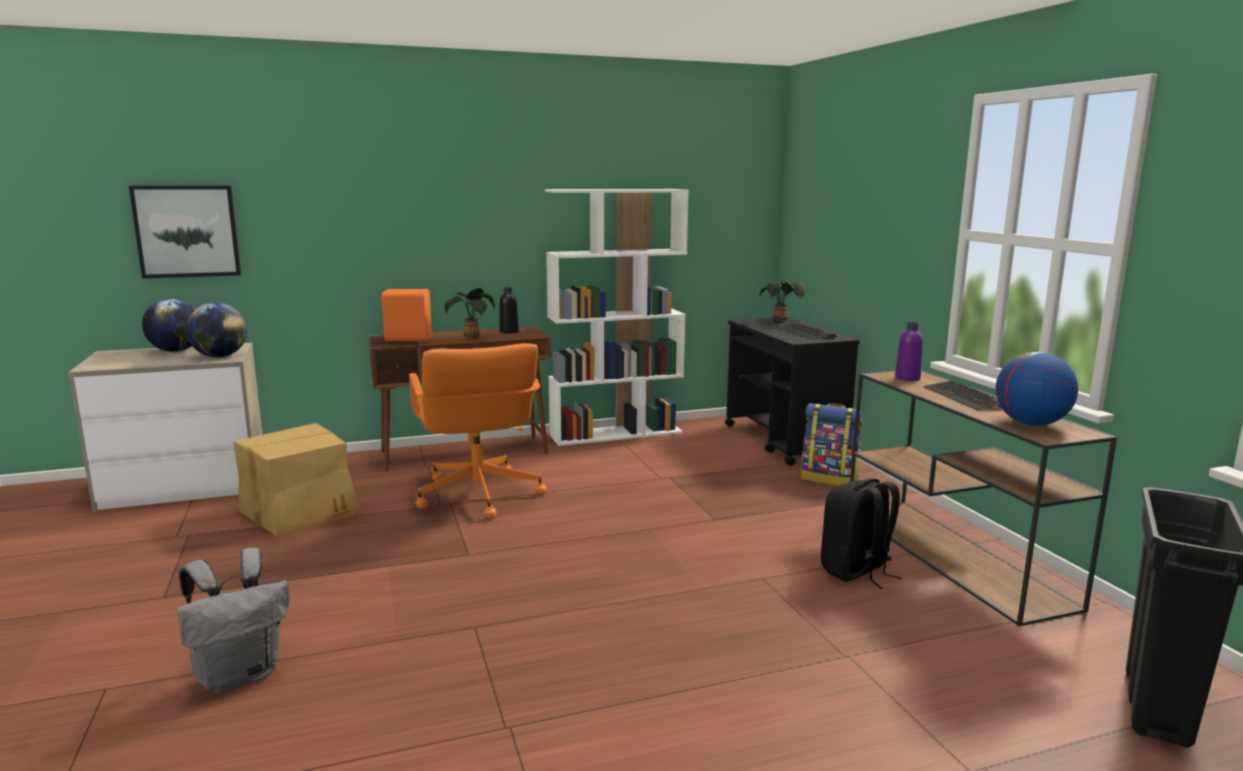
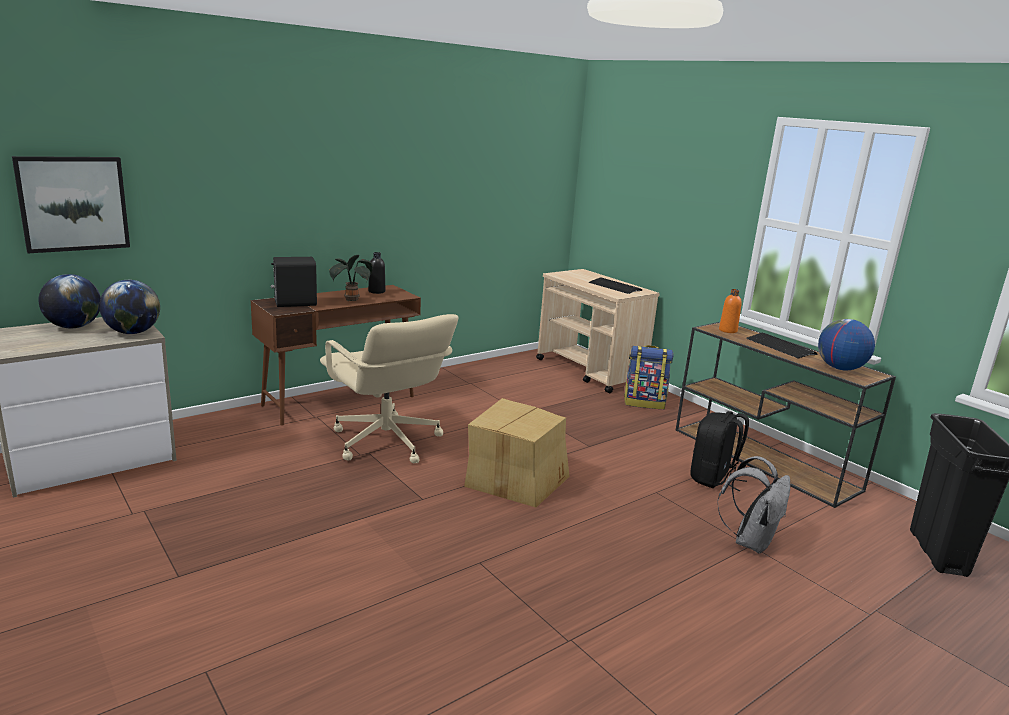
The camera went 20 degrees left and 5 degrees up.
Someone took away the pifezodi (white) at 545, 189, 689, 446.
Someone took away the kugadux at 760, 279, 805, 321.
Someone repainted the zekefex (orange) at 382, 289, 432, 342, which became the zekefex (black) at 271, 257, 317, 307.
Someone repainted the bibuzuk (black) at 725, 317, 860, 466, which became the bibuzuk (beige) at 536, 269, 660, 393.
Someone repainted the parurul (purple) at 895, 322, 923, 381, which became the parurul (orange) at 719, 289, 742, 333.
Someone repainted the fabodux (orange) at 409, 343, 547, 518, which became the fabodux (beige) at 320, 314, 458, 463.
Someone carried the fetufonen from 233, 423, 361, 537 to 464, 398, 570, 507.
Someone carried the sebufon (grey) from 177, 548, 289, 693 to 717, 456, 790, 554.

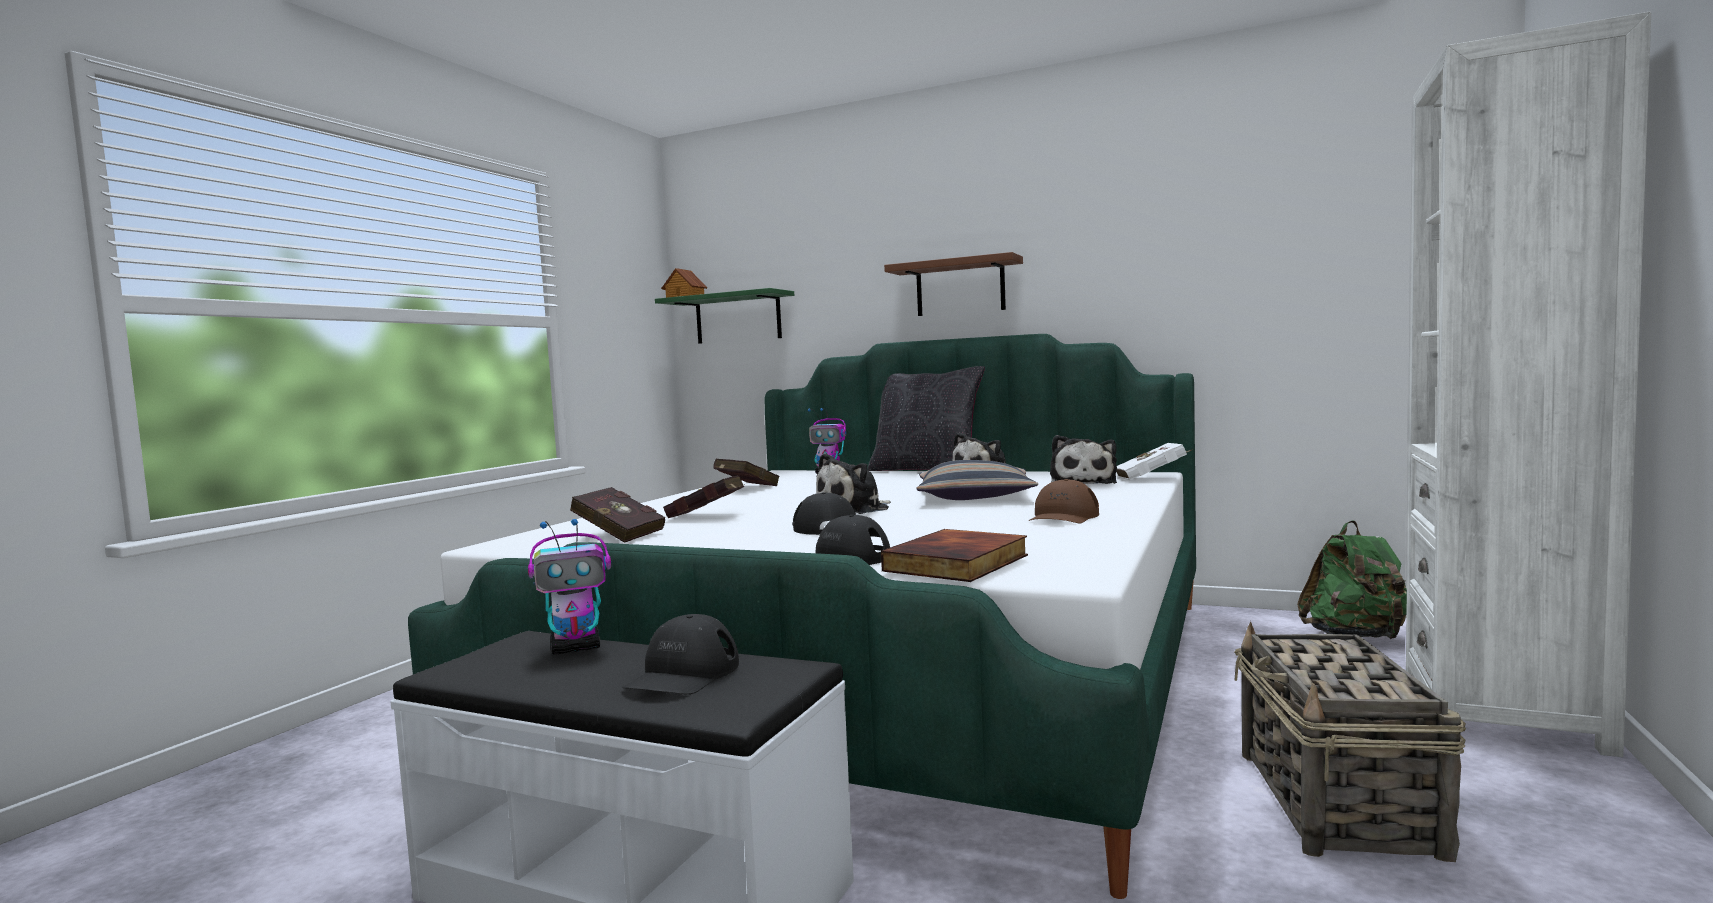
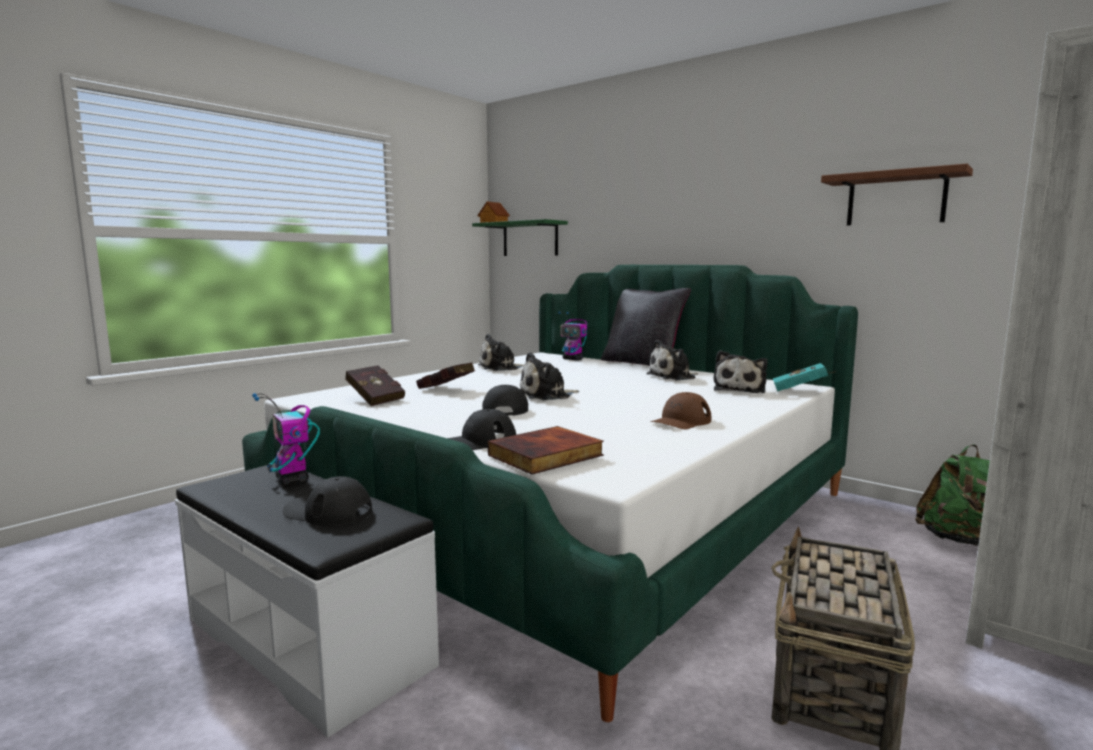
The camera went 15 degrees right and 5 degrees up.
Someone carried the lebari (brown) from 884, 252, 1023, 316 to 821, 164, 973, 225.
Someone repainted the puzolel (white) at 1116, 443, 1193, 480, which became the puzolel (turquoise) at 773, 363, 836, 391.
Someone swapped the puzolel (red) at 713, 459, 780, 486 for the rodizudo at 478, 334, 524, 371.
Someone took away the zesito at 917, 460, 1038, 500.
Someone rotated the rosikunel at 528, 519, 611, 655 by 60 degrees clockwise.
Someone rotated the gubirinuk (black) at 622, 614, 739, 694 by 75 degrees clockwise.

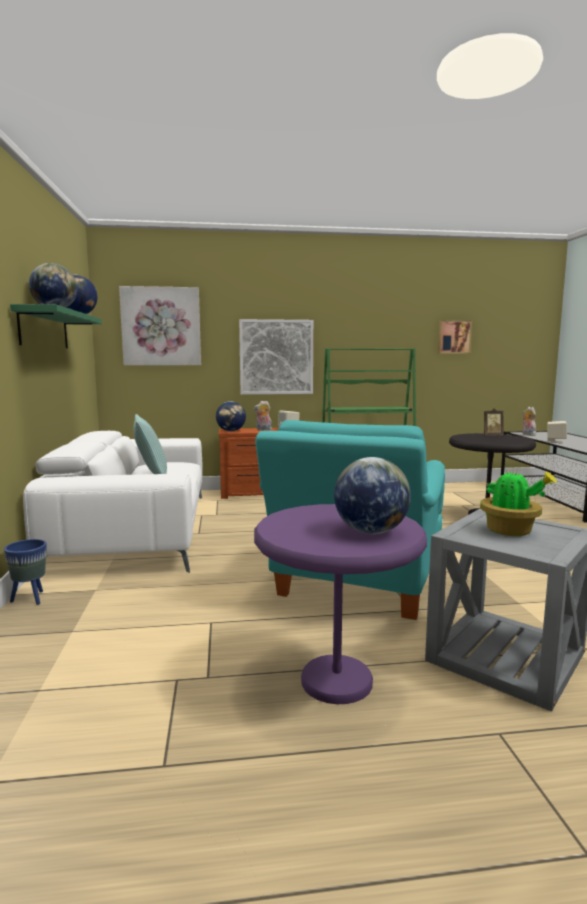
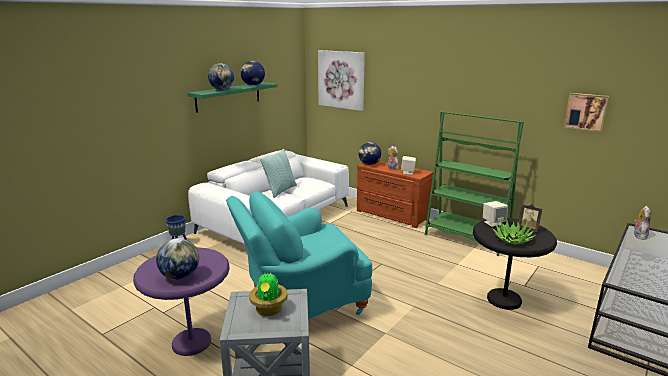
The camera went 45 degrees right and 10 degrees up.
Someone took away the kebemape at 239, 319, 313, 395.
Someone carried the zekefex (beige) from 547, 421, 567, 443 to 483, 201, 508, 227.
Someone put down the kugadux at 492, 220, 536, 245.

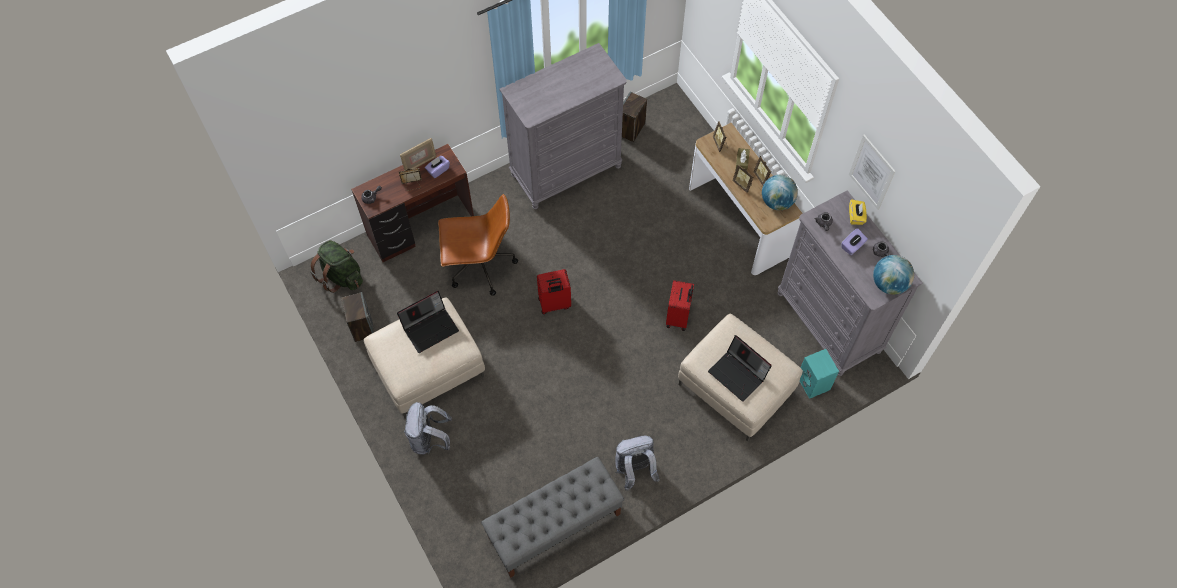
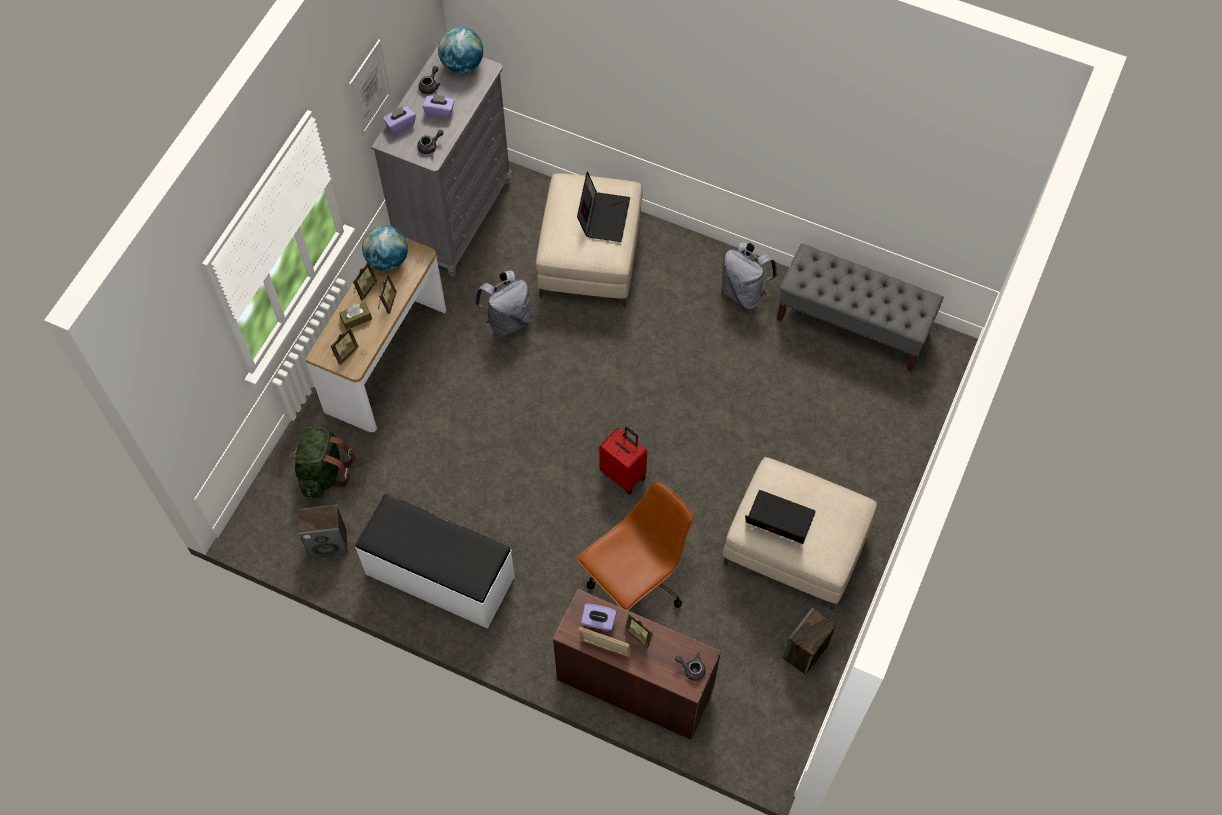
The camera went 125 degrees left and 0 degrees up.
Someone swapped the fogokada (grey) at 499, 43, 627, 210 for the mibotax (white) at 355, 494, 515, 629.
Someone rotated the fabodux (brown) at 438, 194, 518, 296 by 90 degrees clockwise.
Someone repainted the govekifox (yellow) at 849, 200, 867, 225, which became the govekifox (purple) at 383, 106, 416, 134.
Someone carried the sebufon (green) from 310, 240, 363, 293 to 289, 427, 355, 498.
Someone took away the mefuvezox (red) at 666, 280, 694, 331.
Someone took away the zekefex (turquoise) at 800, 349, 839, 399.
Someone carried the sebufon (grey) from 404, 402, 452, 455 to 475, 270, 531, 338.

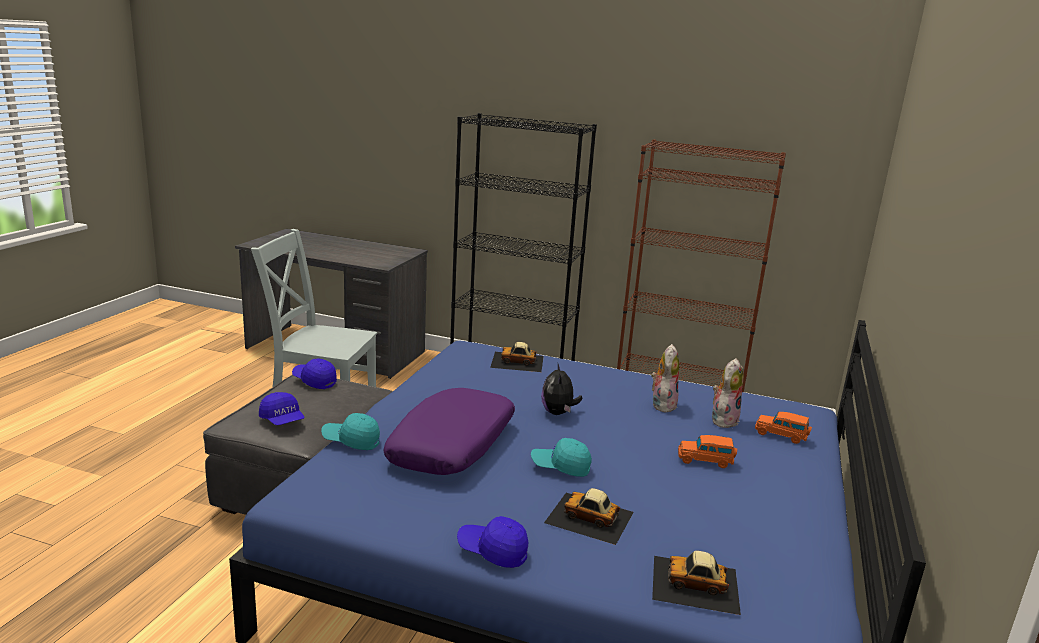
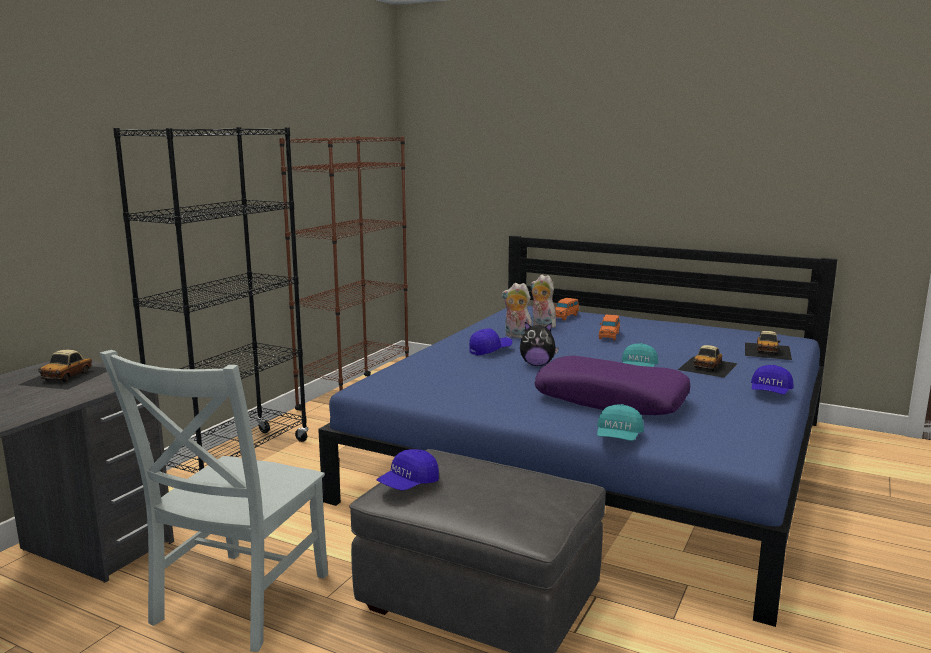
The camera went 80 degrees left and 5 degrees down.
Someone carried the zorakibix from 490, 342, 544, 372 to 18, 350, 107, 390.
Someone carried the gubirinuk (blue) from 259, 392, 305, 425 to 469, 328, 512, 355.

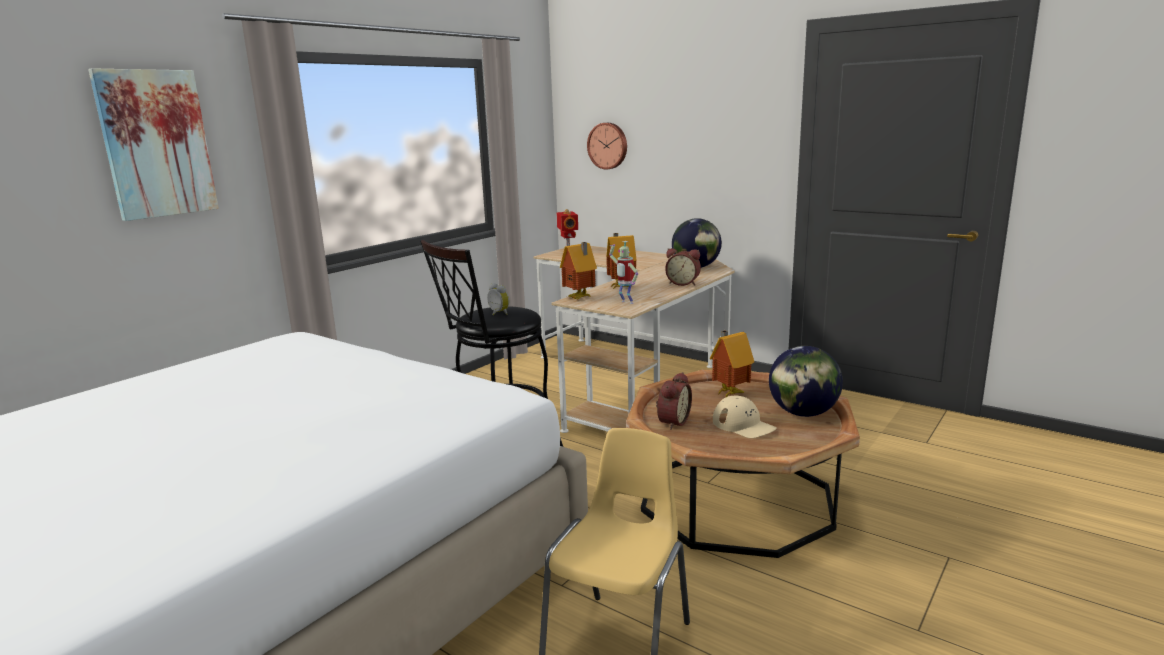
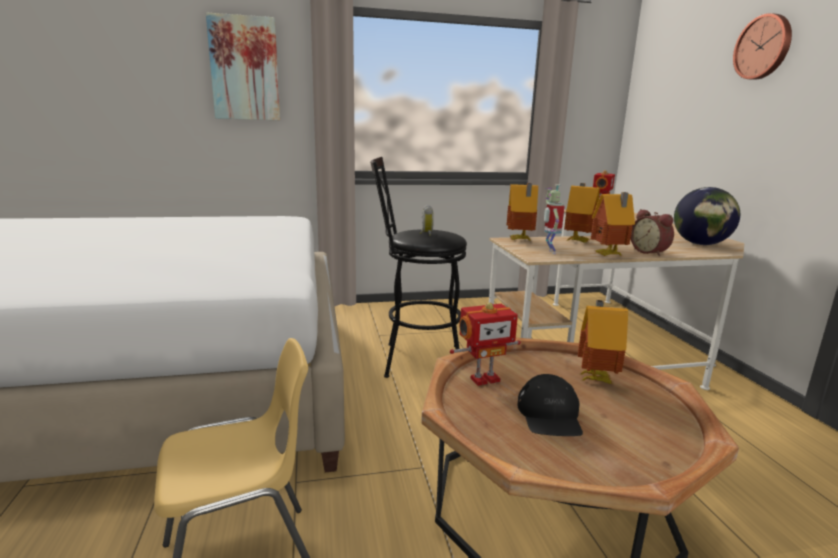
The camera went 40 degrees right and 0 degrees up.
Someone carried the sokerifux from 587, 123, 627, 169 to 733, 13, 792, 80.
Someone took away the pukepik at 769, 346, 843, 417.
Someone swapped the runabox at 656, 372, 692, 430 for the rosikunel at 450, 302, 521, 386.
Someone repainted the gubirinuk (beige) at 713, 396, 777, 438, which became the gubirinuk (black) at 517, 374, 583, 436.
Someone put down the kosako at 591, 192, 635, 256.

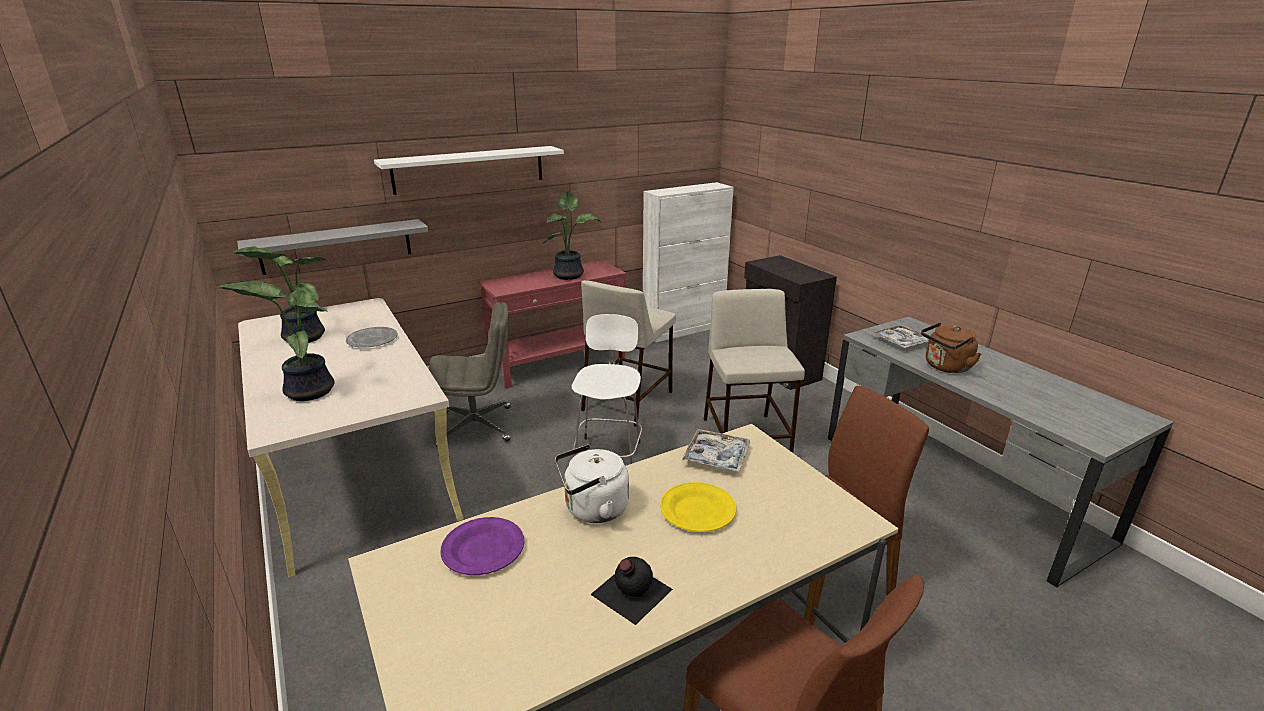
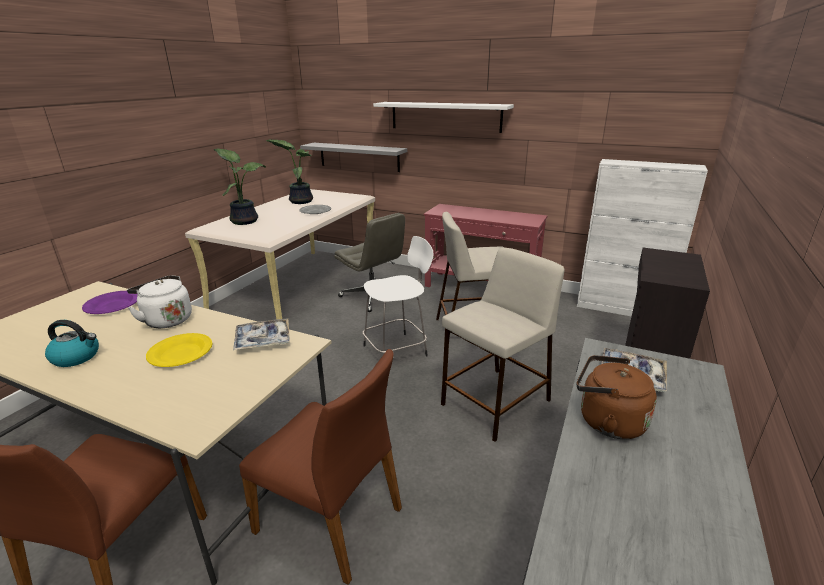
The camera went 55 degrees right and 0 degrees up.
Someone took away the kugadux at 543, 191, 601, 280.
Someone swapped the parurul (black) at 590, 557, 673, 625 for the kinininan at 45, 320, 99, 367.

